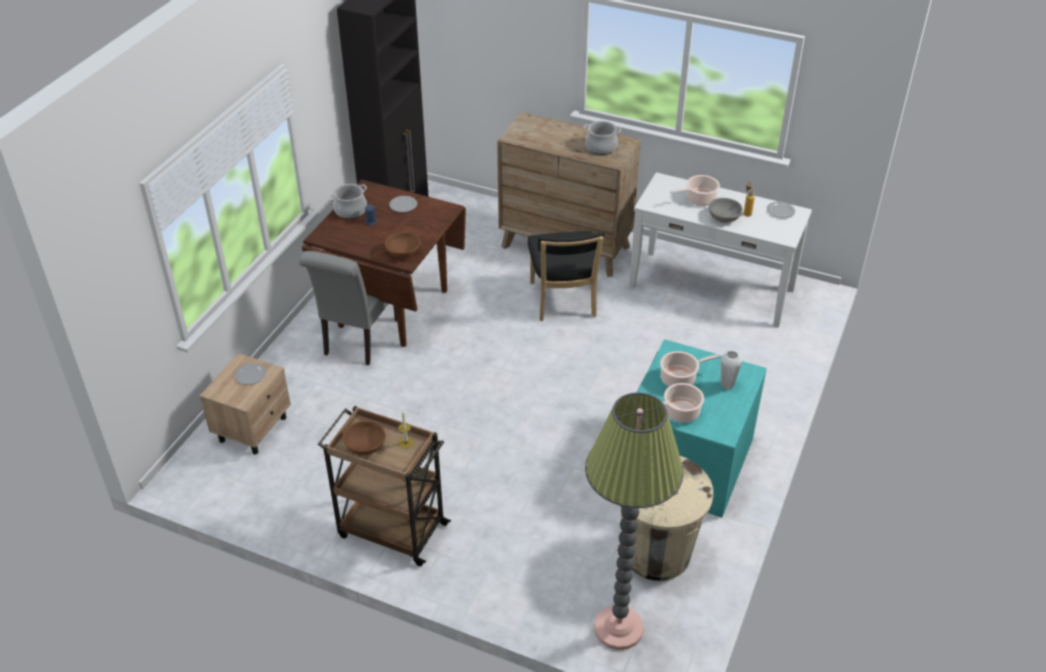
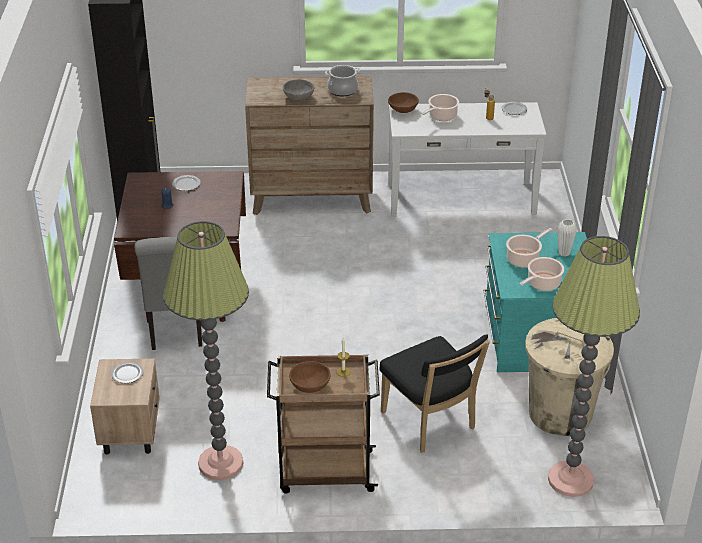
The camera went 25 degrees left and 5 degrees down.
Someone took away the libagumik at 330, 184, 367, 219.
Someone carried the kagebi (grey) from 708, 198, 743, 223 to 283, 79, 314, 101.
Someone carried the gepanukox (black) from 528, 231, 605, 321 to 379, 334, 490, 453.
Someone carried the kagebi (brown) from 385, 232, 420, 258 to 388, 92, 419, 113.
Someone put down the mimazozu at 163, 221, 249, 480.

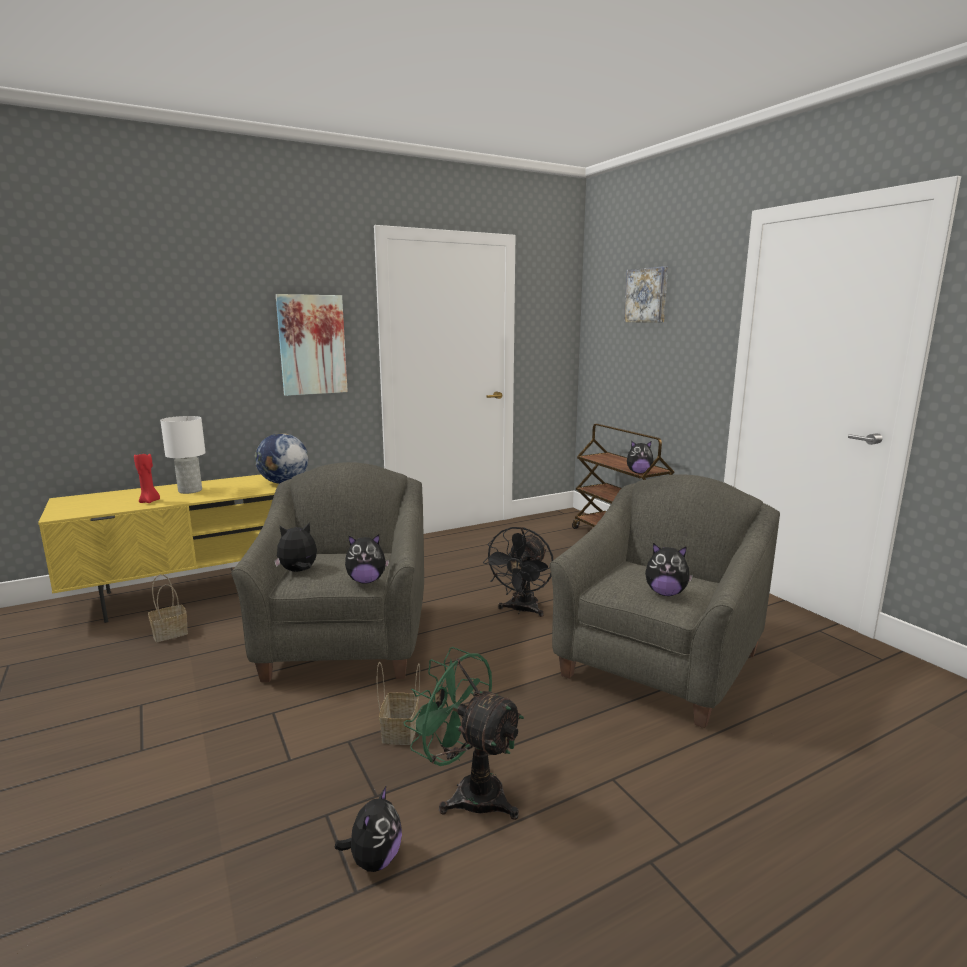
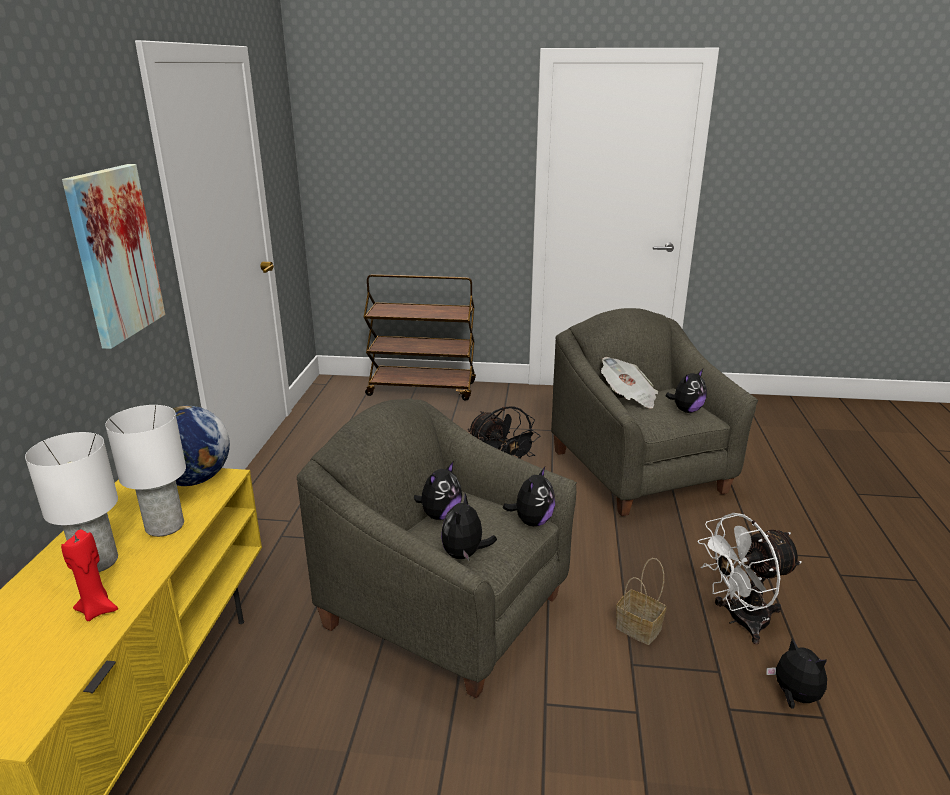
The camera went 55 degrees left and 10 degrees up.
Someone took away the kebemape at 624, 266, 668, 323.
Someone carried the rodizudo from 627, 441, 654, 473 to 414, 462, 462, 520.
Someone took away the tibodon at 148, 574, 188, 642.
Someone repainted the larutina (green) at 404, 647, 524, 820, which became the larutina (white) at 698, 513, 802, 644.
Someone put down the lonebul at 601, 357, 658, 409.
Someone put down the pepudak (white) at 105, 405, 186, 537.

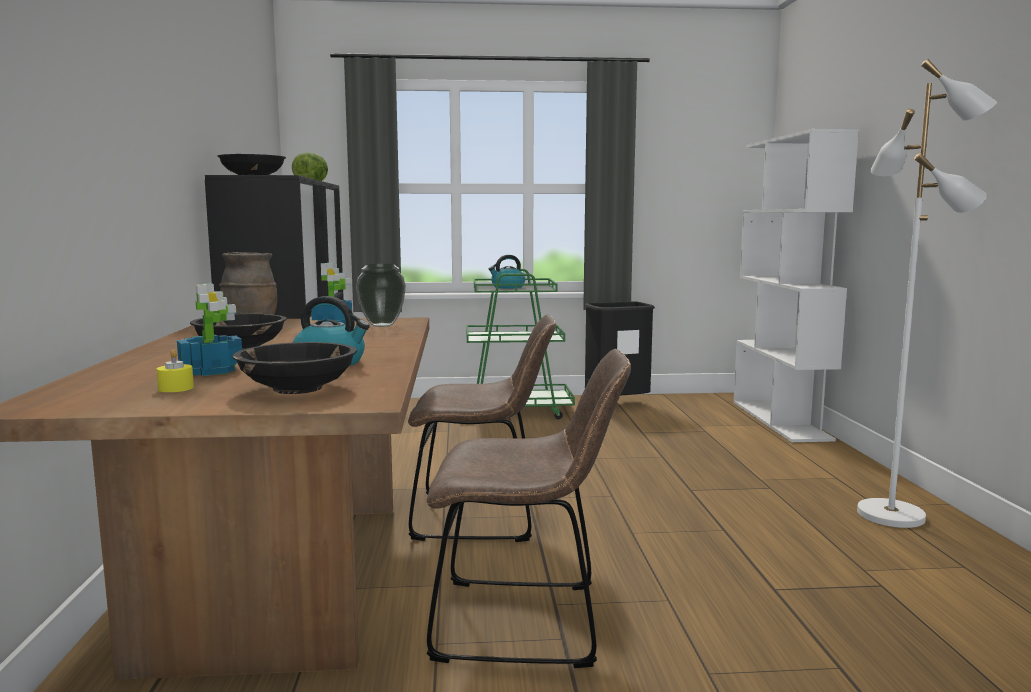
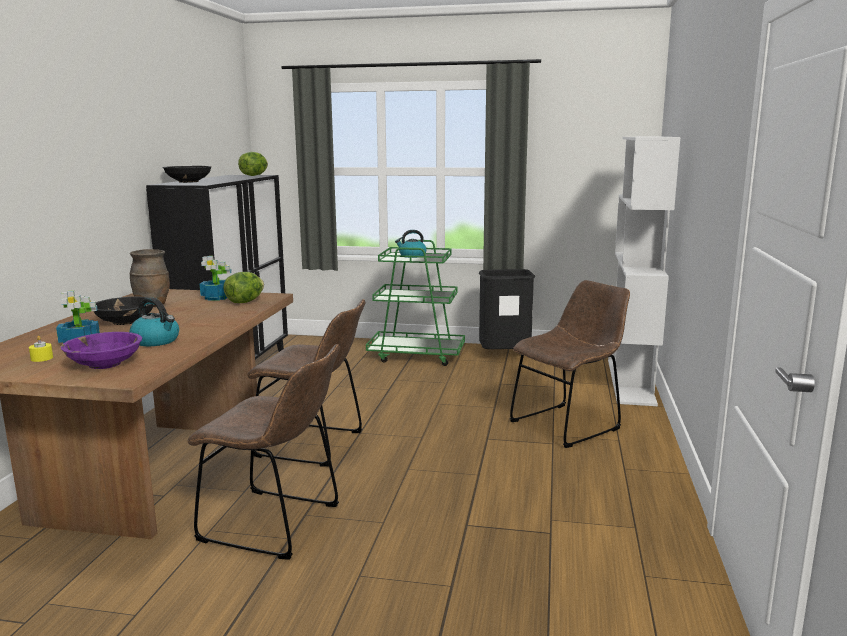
The camera went 15 degrees right and 5 degrees up.
Someone took away the mimazozu (white) at 857, 59, 997, 528.
Someone swapped the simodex at 356, 264, 406, 327 for the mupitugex at 224, 272, 264, 303.
Someone repainted the kagebi (black) at 233, 342, 357, 394, which became the kagebi (purple) at 61, 332, 142, 369.
Someone put down the gepanukox (brown) at 510, 280, 630, 448.

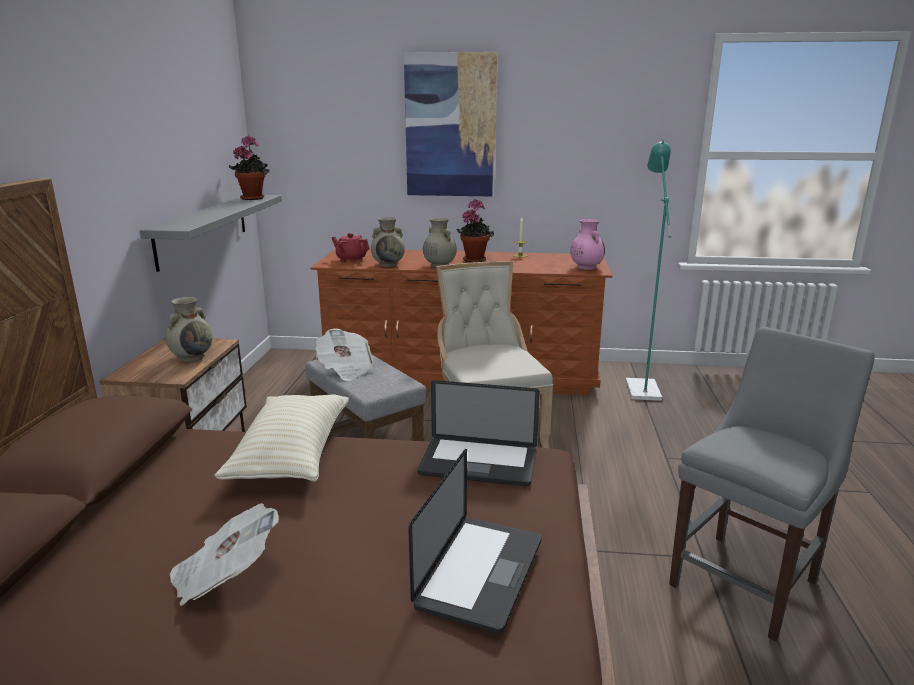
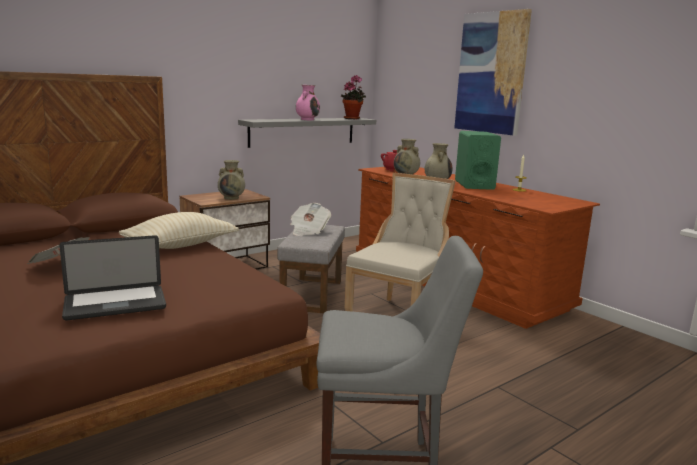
The camera went 45 degrees right and 5 degrees down.
Someone took away the mimazozu (turquoise) at 626, 140, 672, 401.
Someone swapped the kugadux at 456, 199, 494, 263 for the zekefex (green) at 455, 131, 501, 190.
Someone carried the simodex (pink) from 570, 219, 605, 270 to 296, 85, 320, 120.
Someone took away the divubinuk at 417, 380, 540, 486.

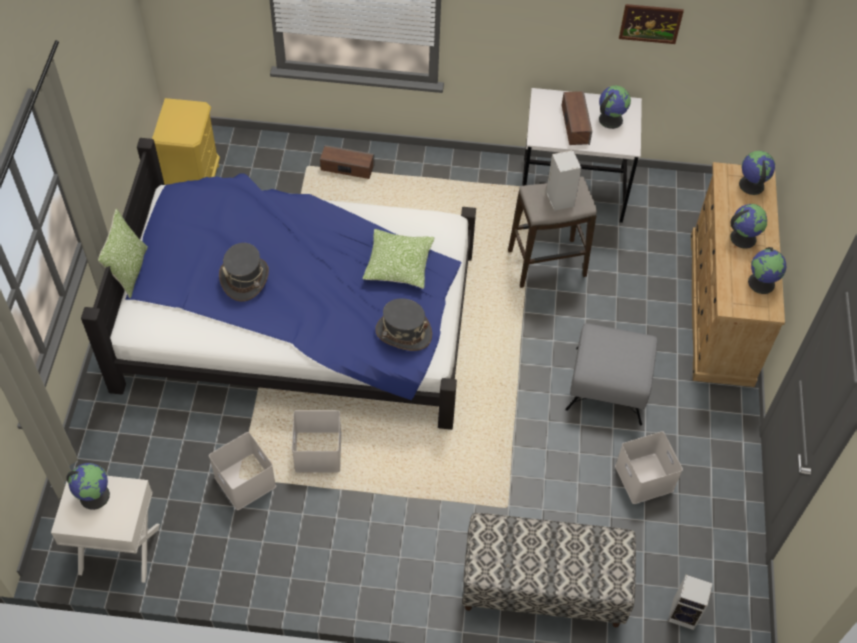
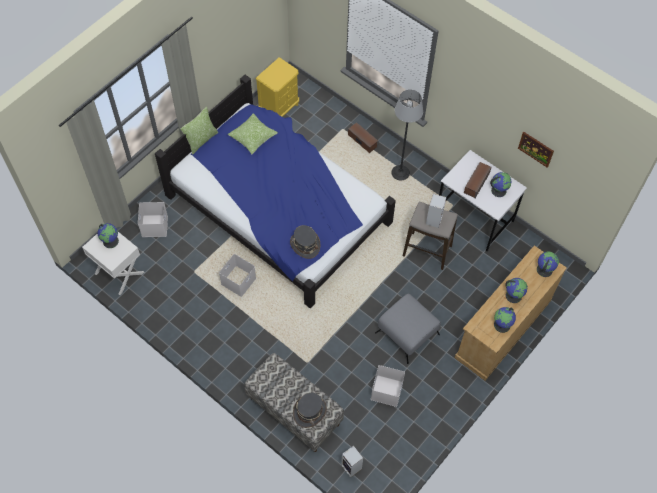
The camera went 35 degrees right and 5 degrees up.
Someone carried the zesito from 363, 229, 434, 289 to 228, 113, 278, 154.
Someone carried the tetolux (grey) from 219, 243, 269, 302 to 293, 393, 327, 428.
Someone carried the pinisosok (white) from 209, 432, 276, 510 to 138, 202, 168, 237.
Someone put down the mimazozu at 391, 90, 423, 180.

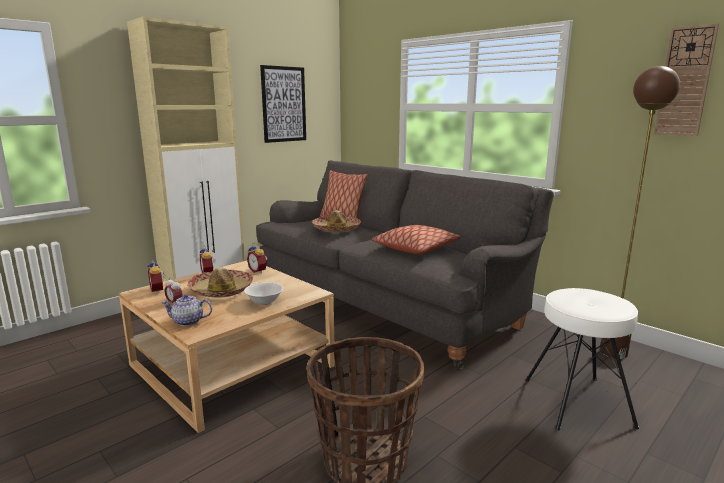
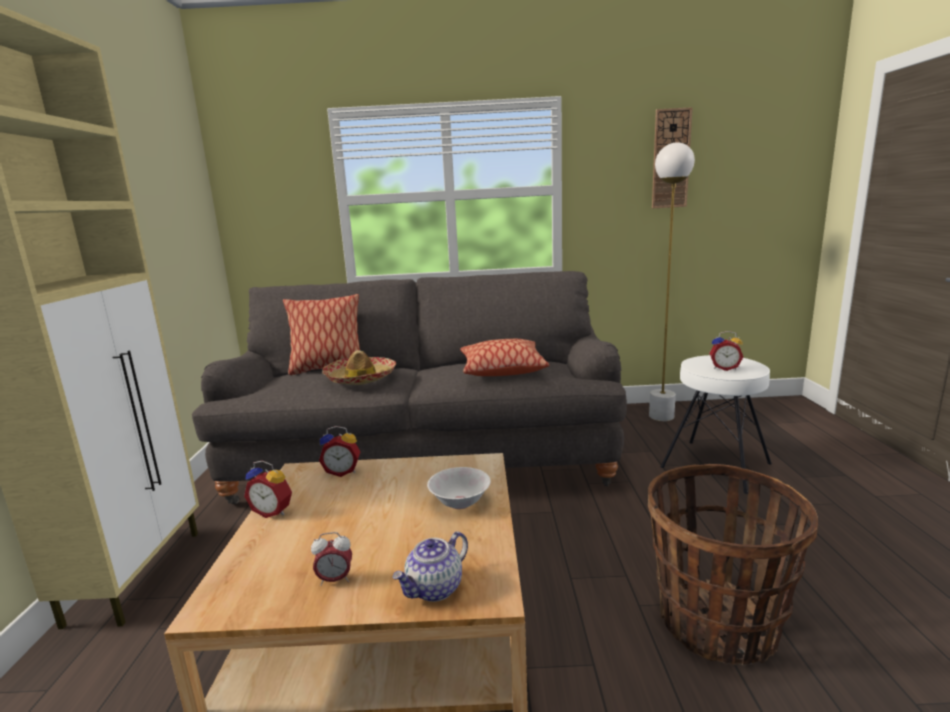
The camera went 45 degrees left and 0 degrees up.
Someone took away the kebemape at 260, 65, 306, 143.
Someone repainted the mimazozu (brown) at 600, 66, 680, 359, which became the mimazozu (white) at 649, 142, 695, 421.
Someone carried the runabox from 148, 259, 166, 294 to 709, 331, 743, 371.
Someone took away the tetolux at 187, 267, 253, 297.

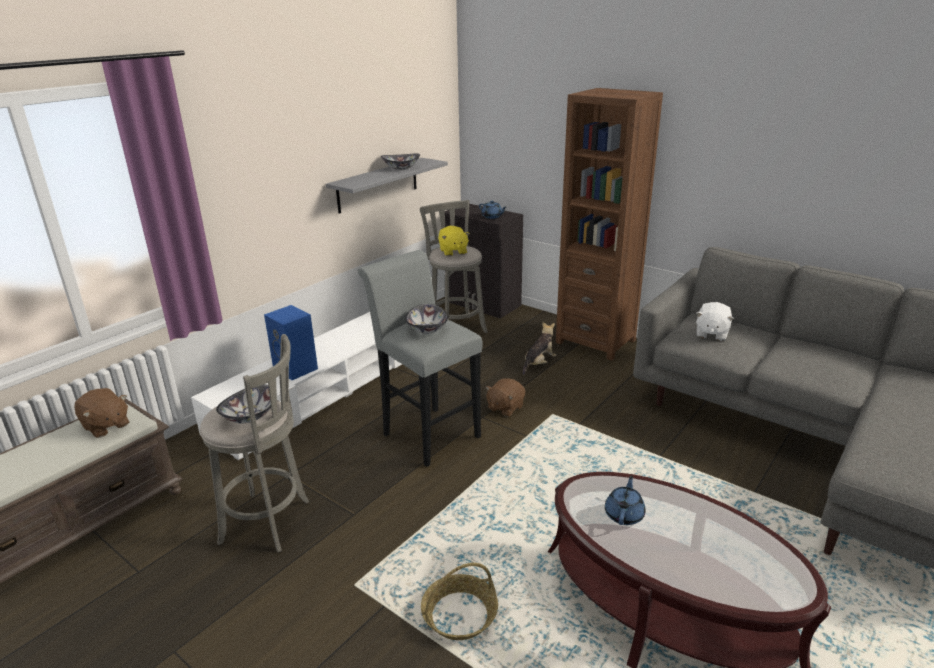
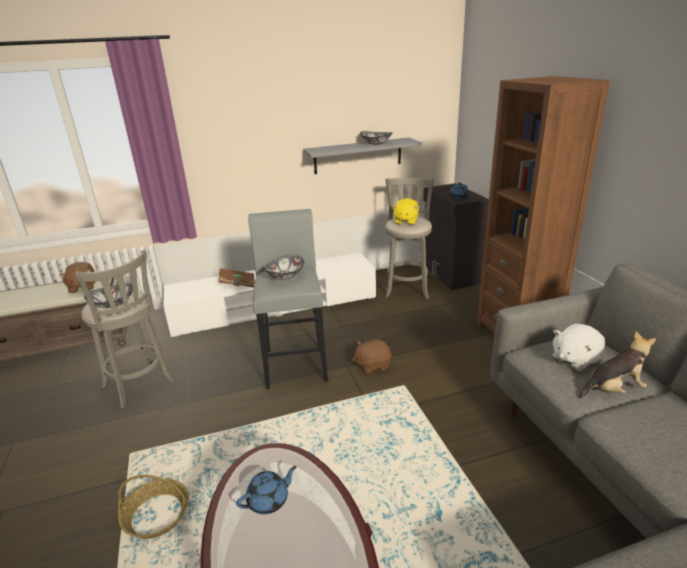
The camera went 35 degrees right and 0 degrees up.
Someone swapped the zekefex (blue) at 264, 305, 318, 380 for the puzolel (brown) at 219, 268, 255, 288.
Someone carried the rodizudo from 523, 322, 557, 375 to 579, 332, 656, 399.

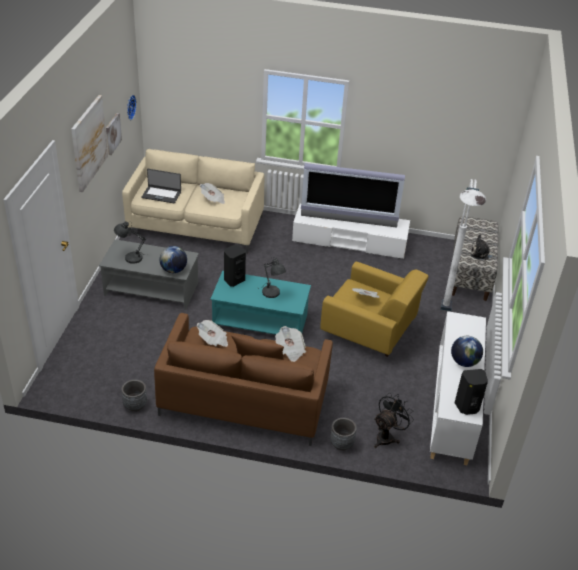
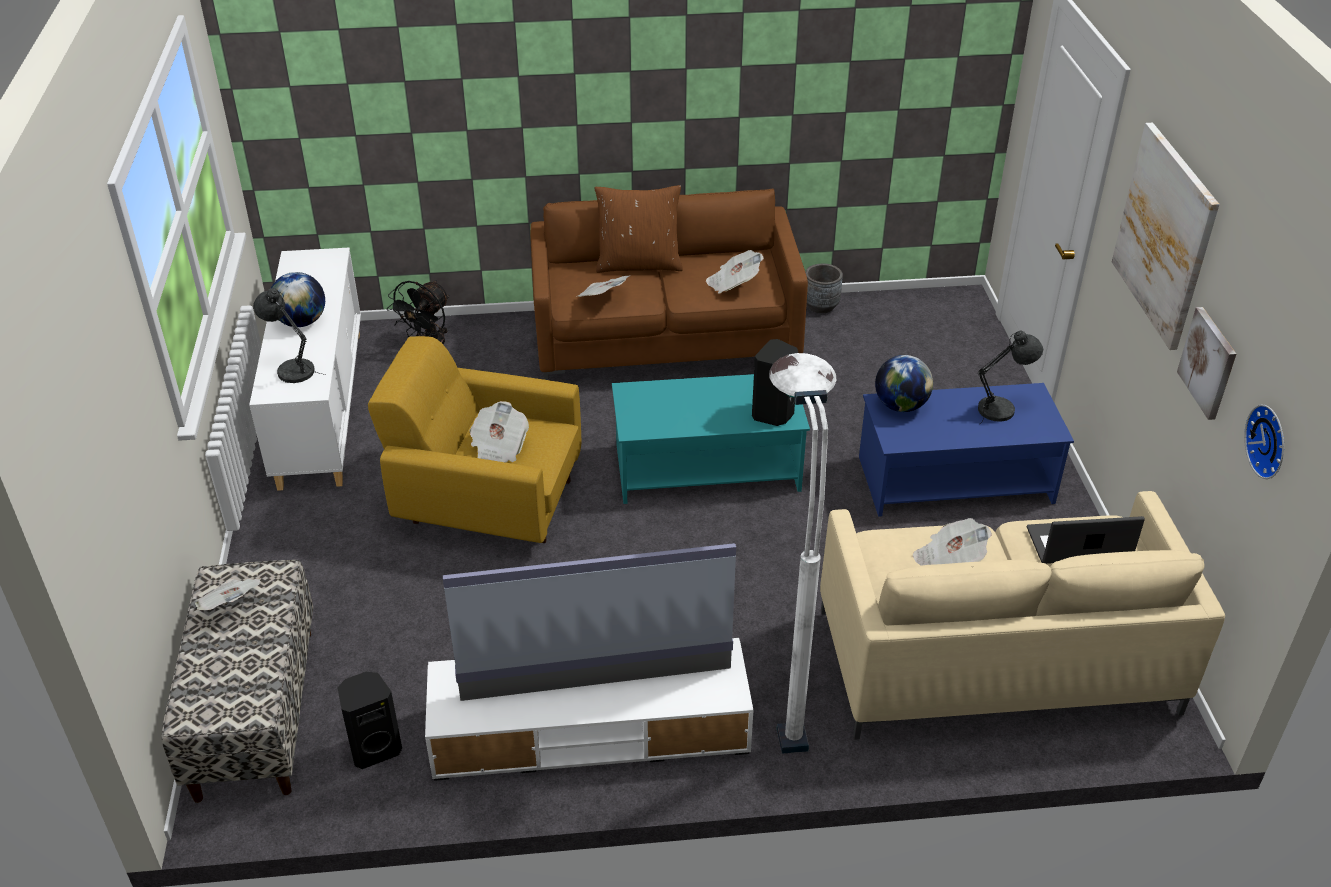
The camera went 165 degrees right and 0 degrees up.
Someone carried the mimazozu (white) from 441, 179, 486, 311 to 769, 353, 837, 754.
Someone swapped the rodizudo at 471, 234, 497, 260 for the lonebul at 195, 578, 260, 610.
Someone repainted the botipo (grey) at 99, 239, 199, 310, which became the botipo (blue) at 859, 383, 1074, 517.
Someone carried the pepudak (grey) from 259, 258, 286, 298 to 253, 288, 325, 383.
Someone carried the zekefex (black) from 455, 369, 488, 415 to 337, 672, 402, 769.
Someone took away the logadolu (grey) at 330, 418, 357, 451.

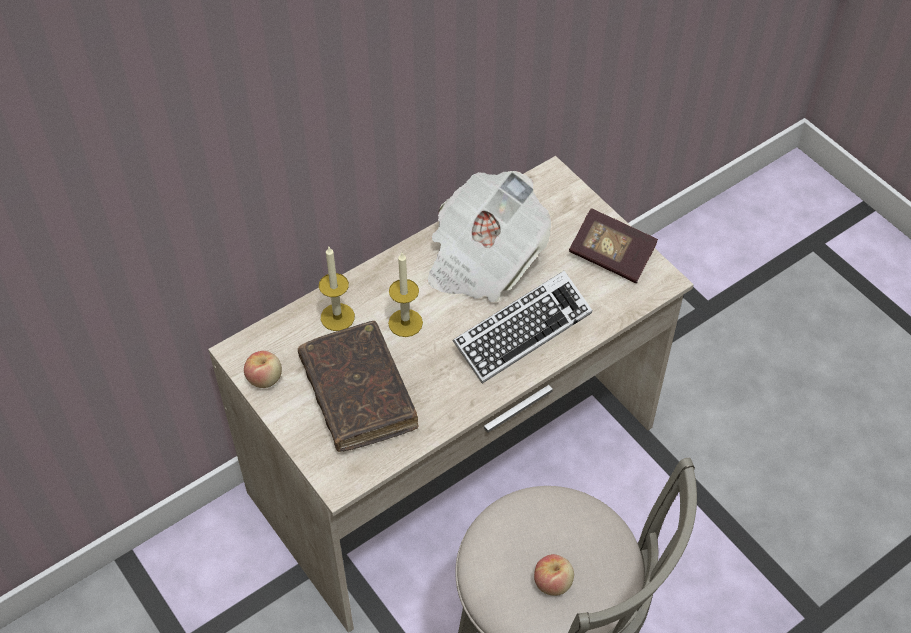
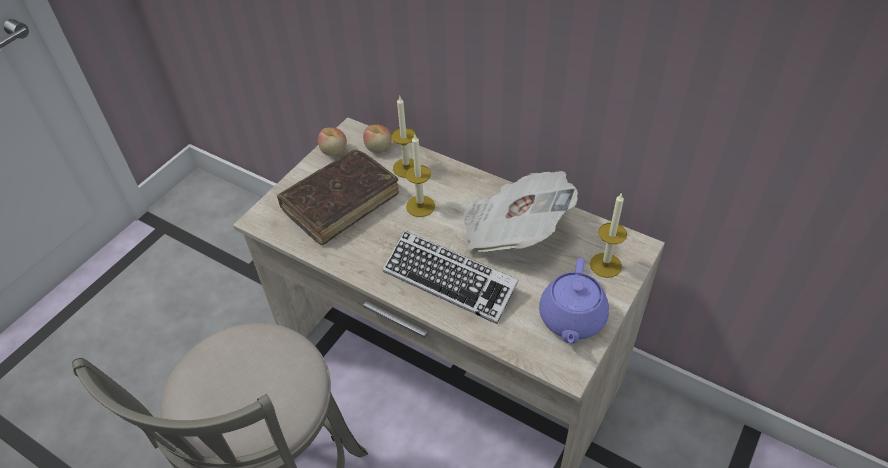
The camera went 70 degrees right and 5 degrees down.
Someone swapped the puzolel at 569, 208, 658, 283 for the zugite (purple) at 539, 258, 609, 343.
Someone carried the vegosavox from 534, 554, 574, 596 to 363, 125, 392, 153.
Someone put down the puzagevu at 590, 194, 627, 278.

